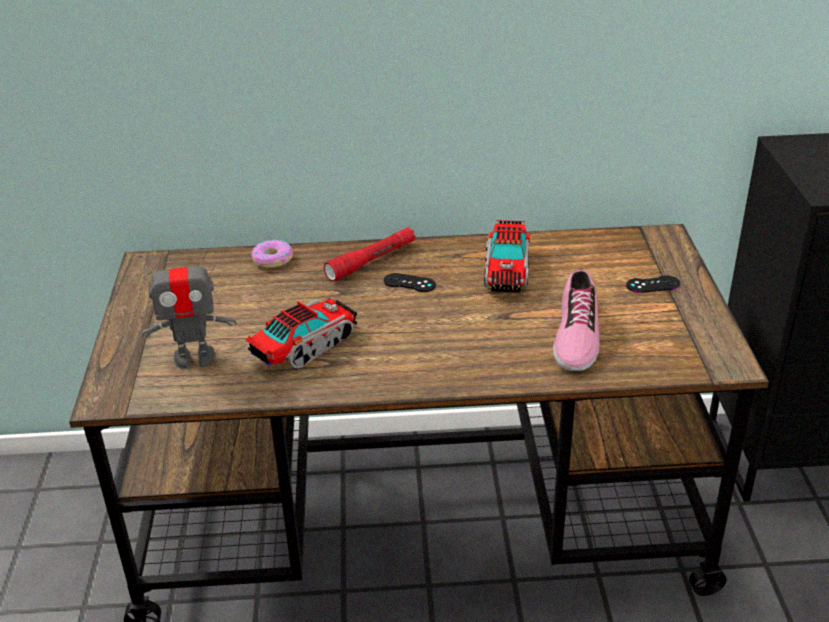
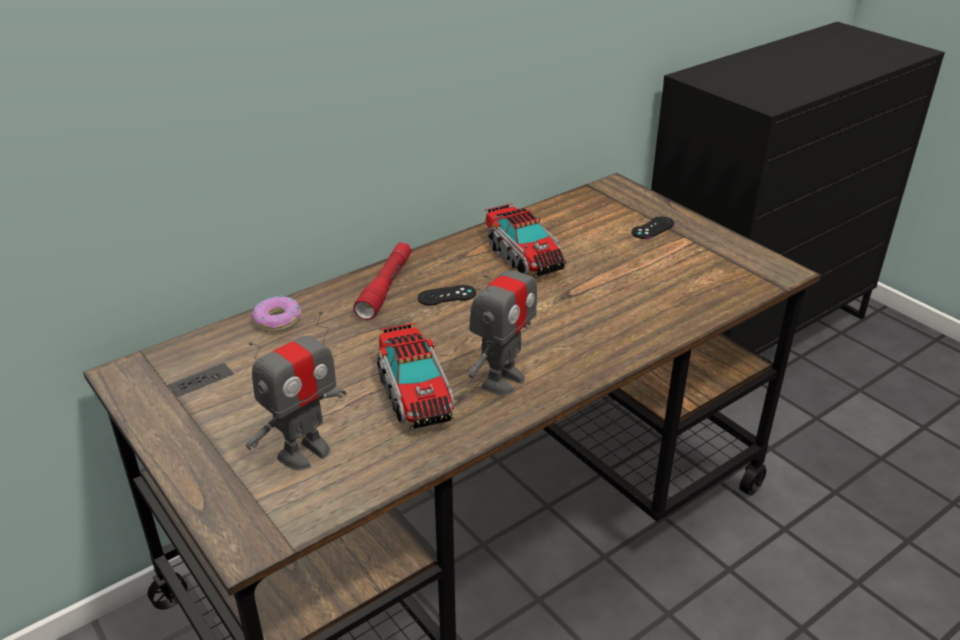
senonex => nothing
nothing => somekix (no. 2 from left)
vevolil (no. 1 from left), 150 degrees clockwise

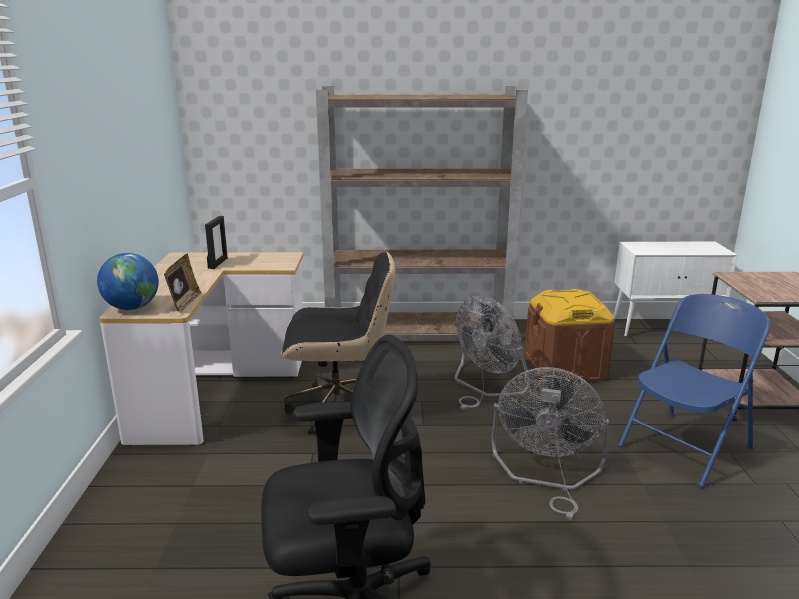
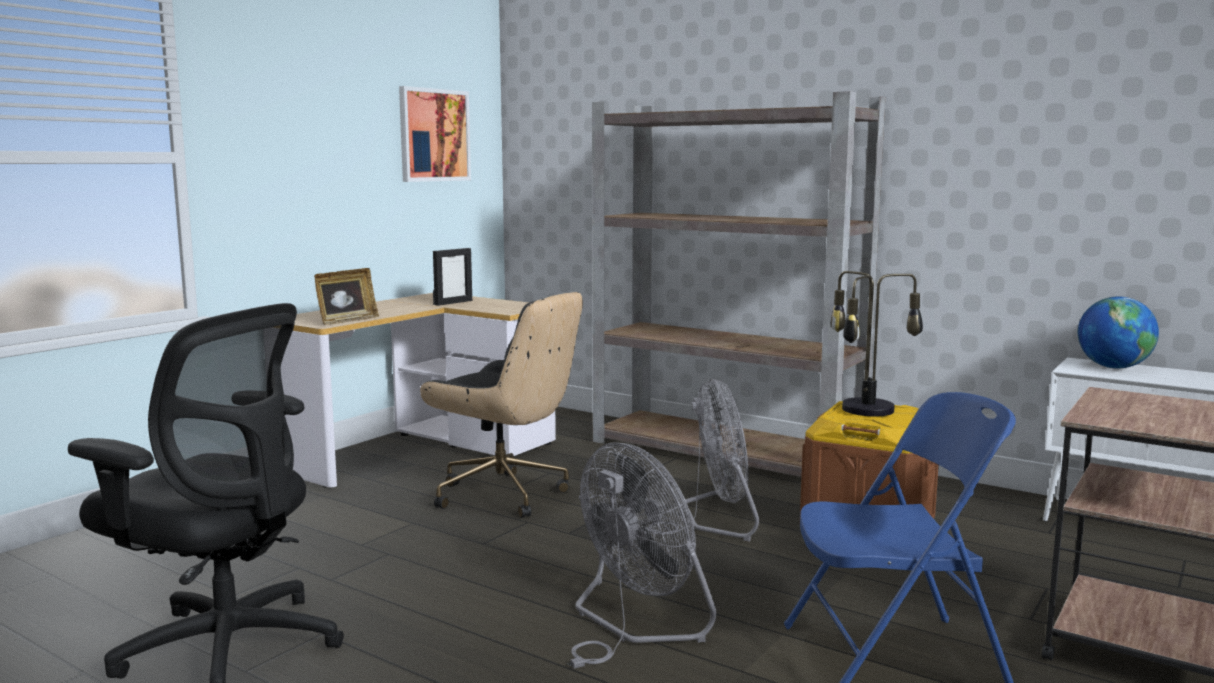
nothing => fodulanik
nothing => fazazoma
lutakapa, shifted

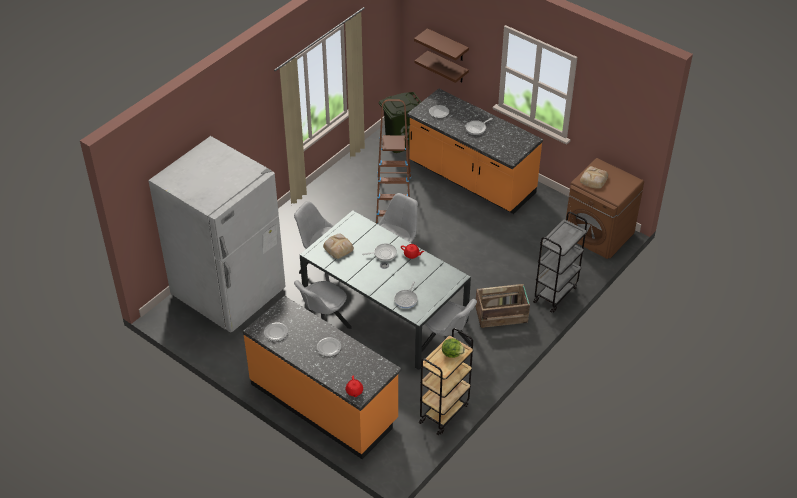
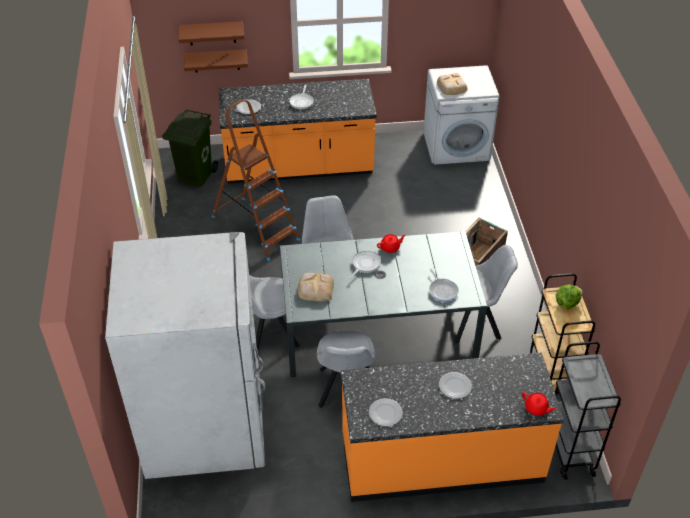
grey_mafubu, shifted
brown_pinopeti => white_pinopeti

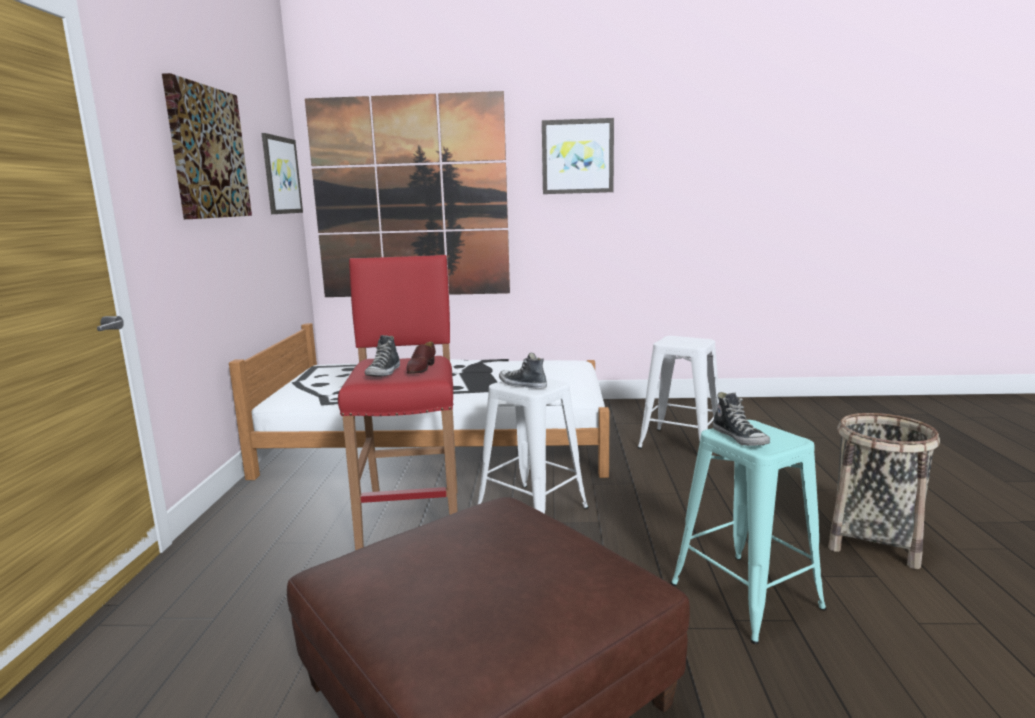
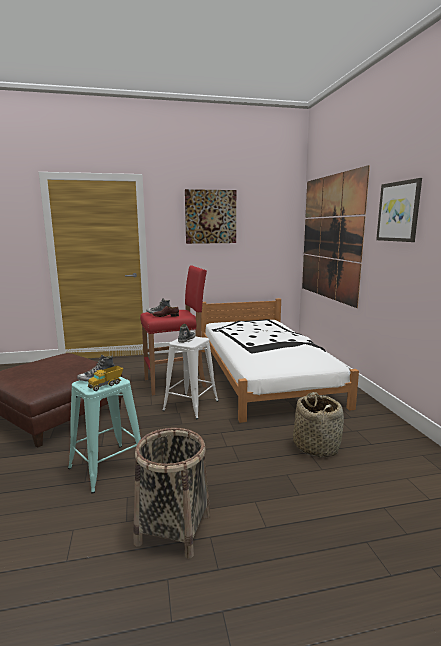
fodulanik (no. 2 from left) => nothing
nothing => vevolil
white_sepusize (no. 2 from left) => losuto (no. 2 from left)

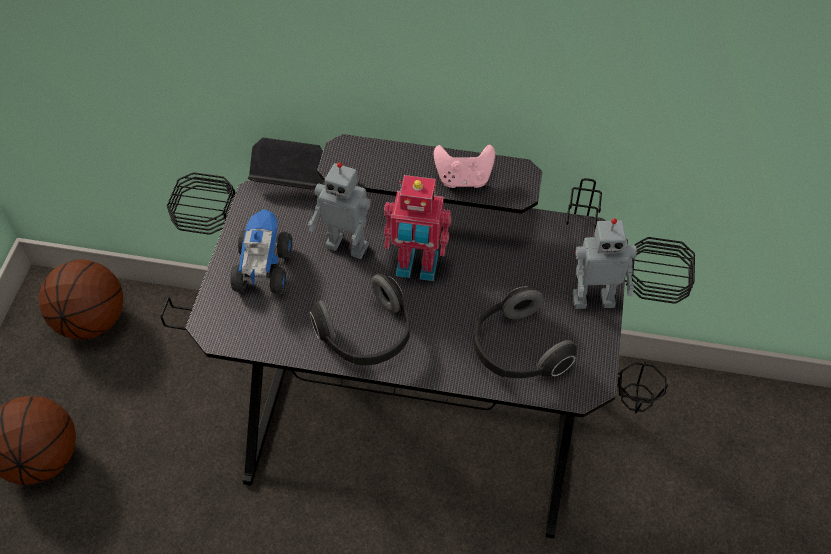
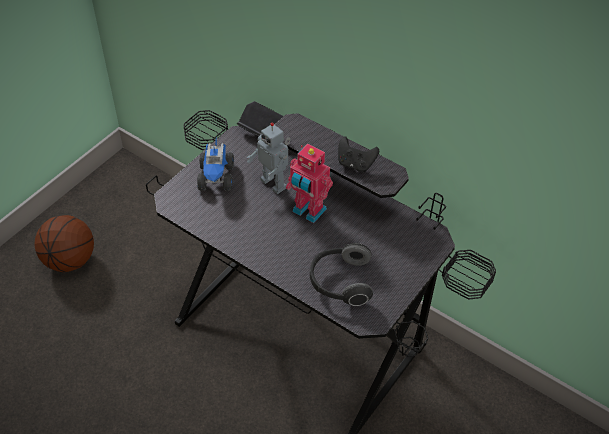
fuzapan (no. 2 from left) => nothing
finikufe (no. 1 from left) => nothing
somekix (no. 3 from left) => nothing
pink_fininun => black_fininun
vevolil, 150 degrees clockwise

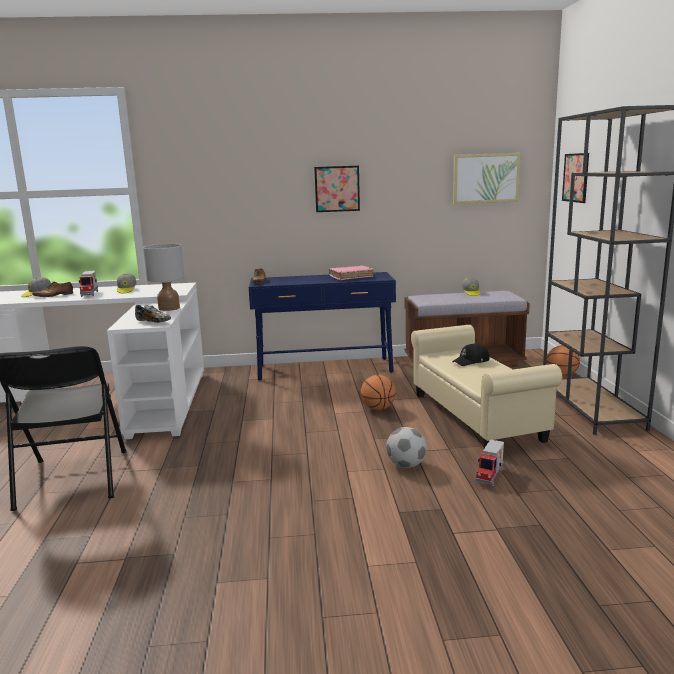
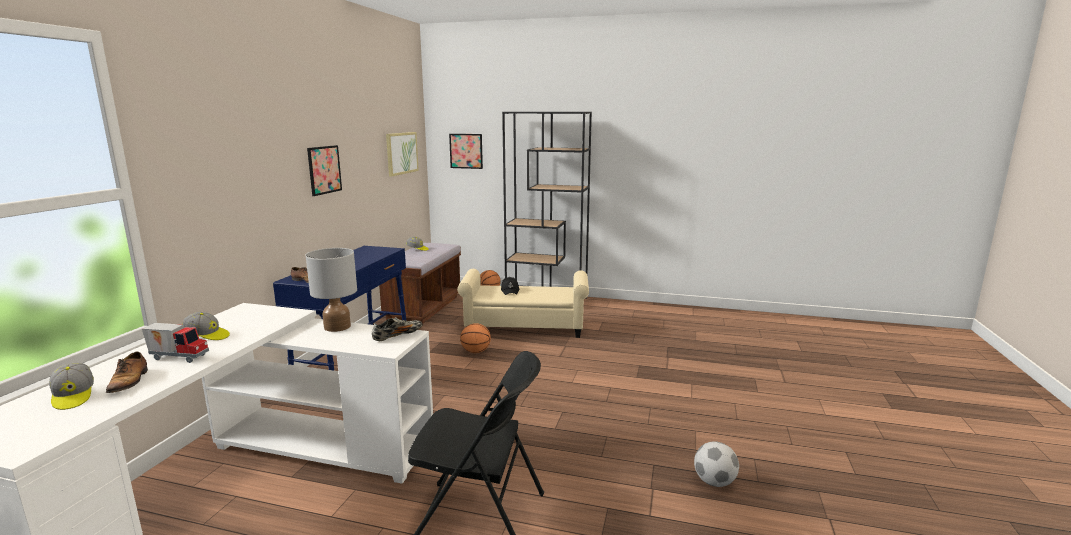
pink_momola => nothing
vevolil (no. 2 from left) => nothing
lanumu, shifted

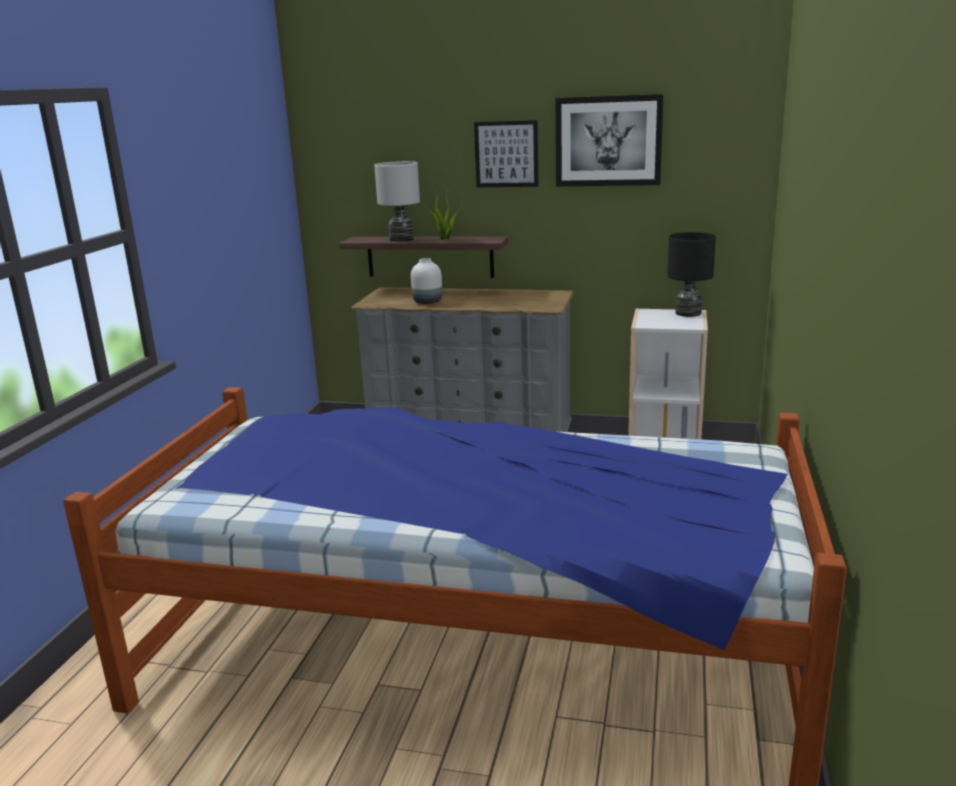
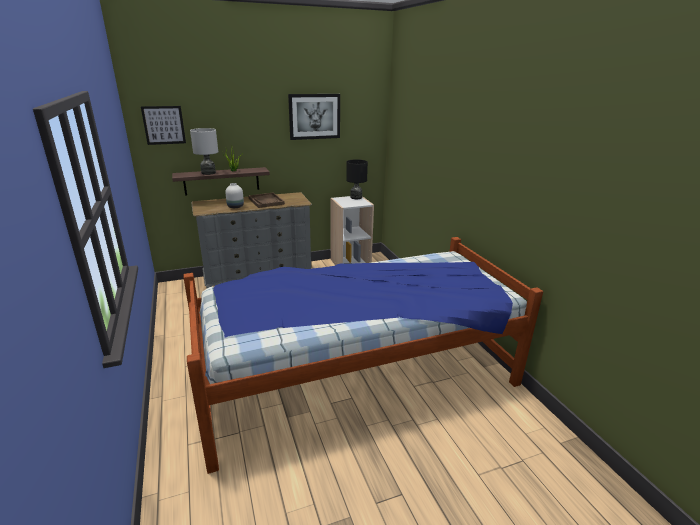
nothing => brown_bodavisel
fodulanik (no. 1 from left), shifted

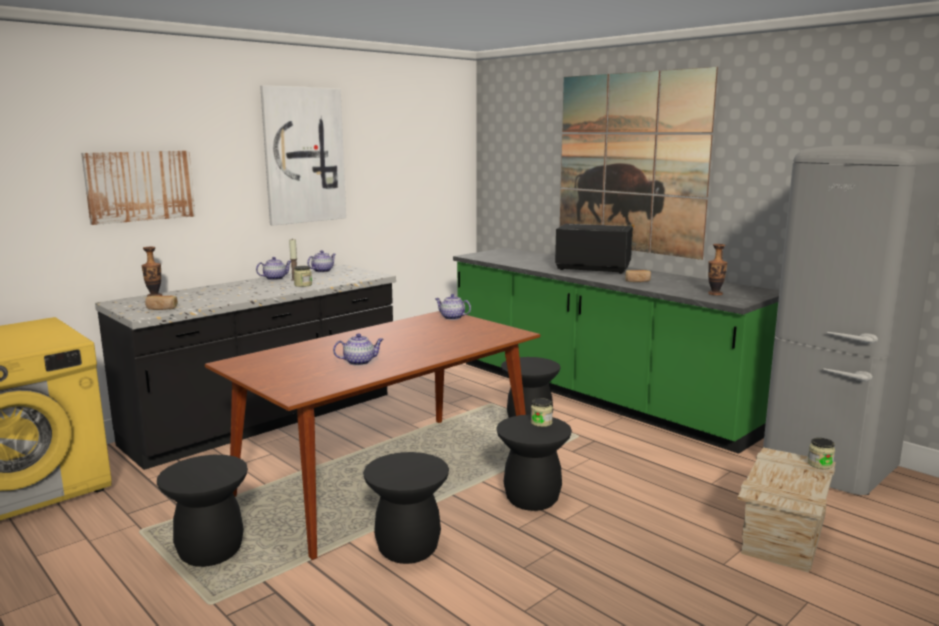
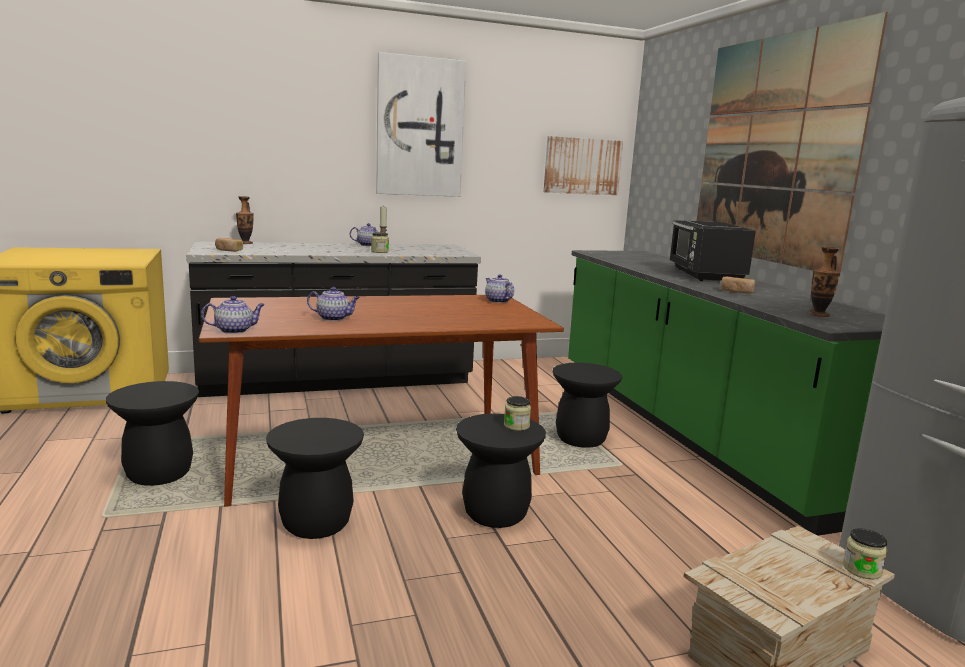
fodulanik (no. 1 from left in the first image) => fodulanik (no. 2 from left), shifted
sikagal (no. 2 from left in the first image) => sikagal (no. 1 from left), shifted
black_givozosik, 135 degrees counterclockwise

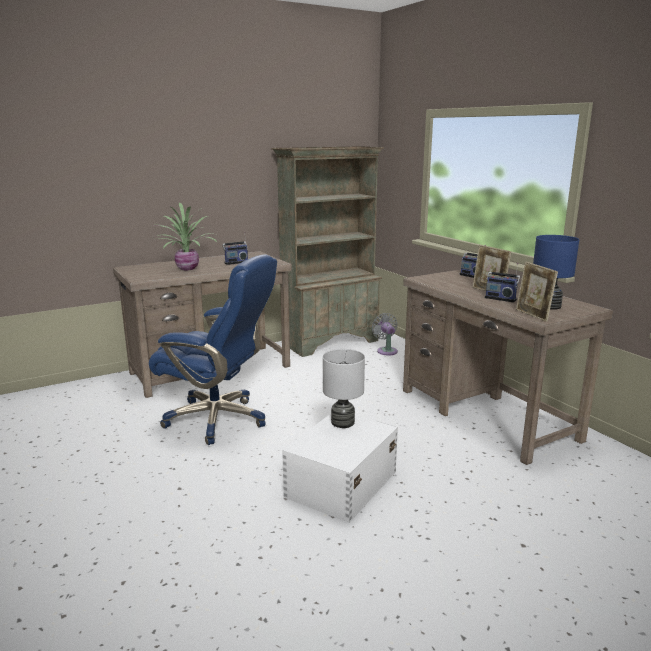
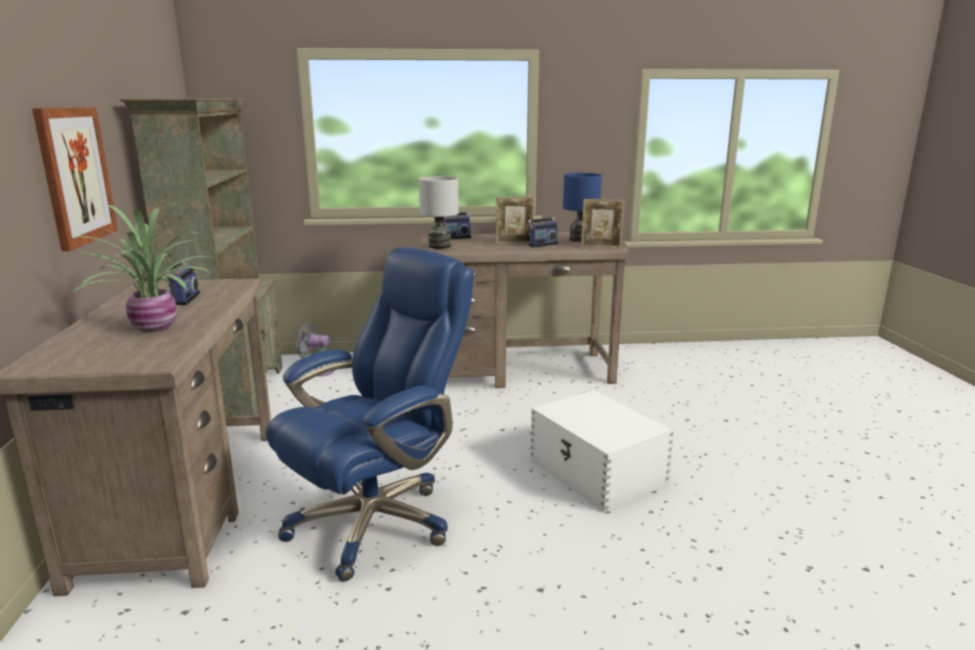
nothing => fodulanik
grey_fazazoma, shifted

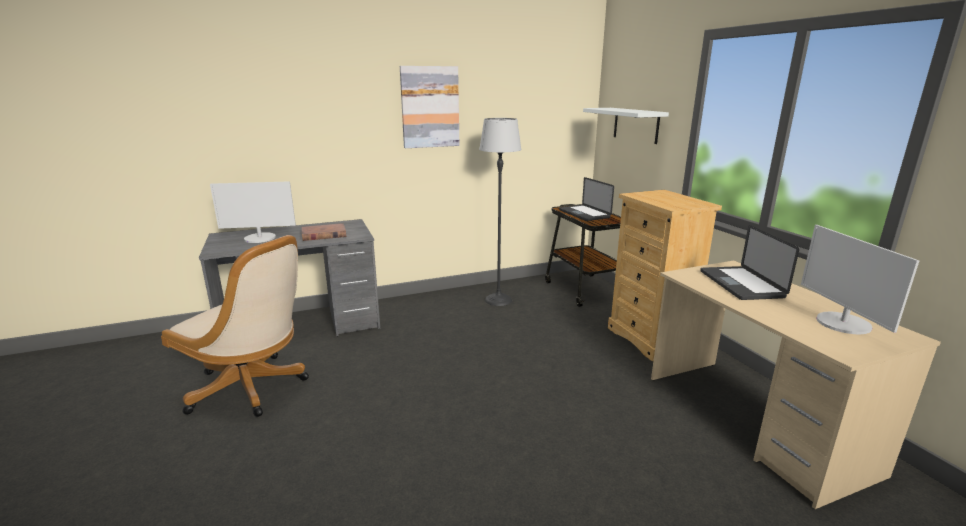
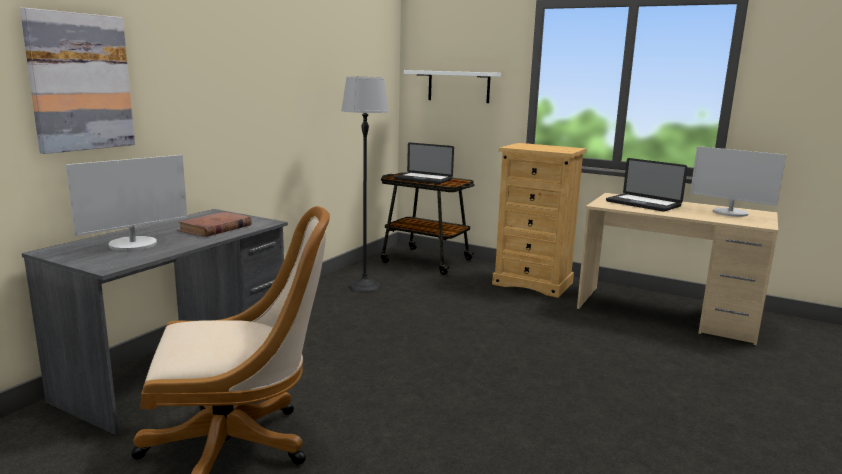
fodulanik, shifted

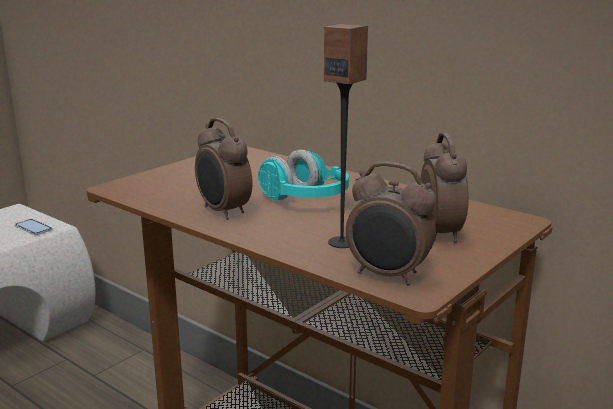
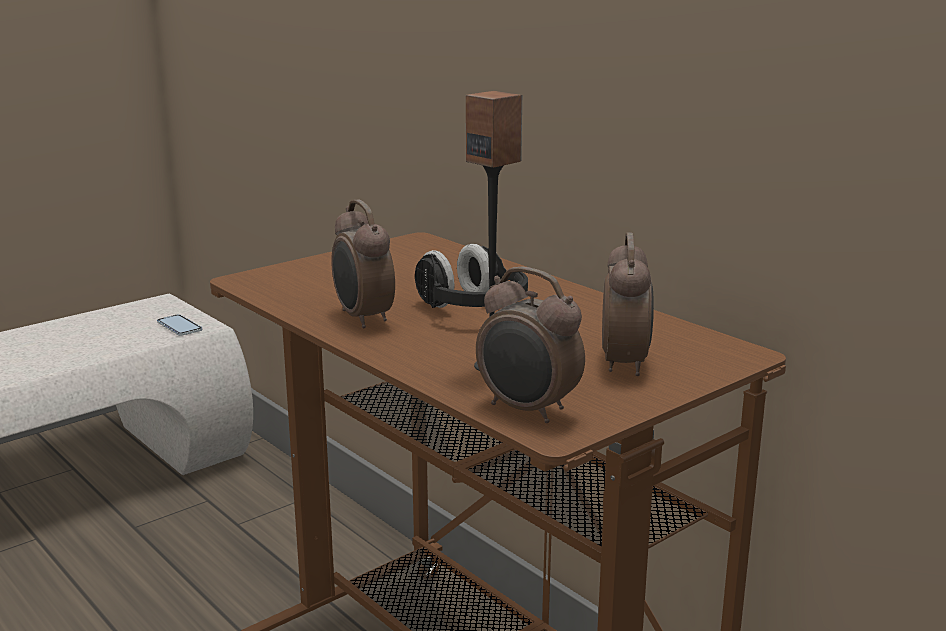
turquoise_finikufe => black_finikufe

